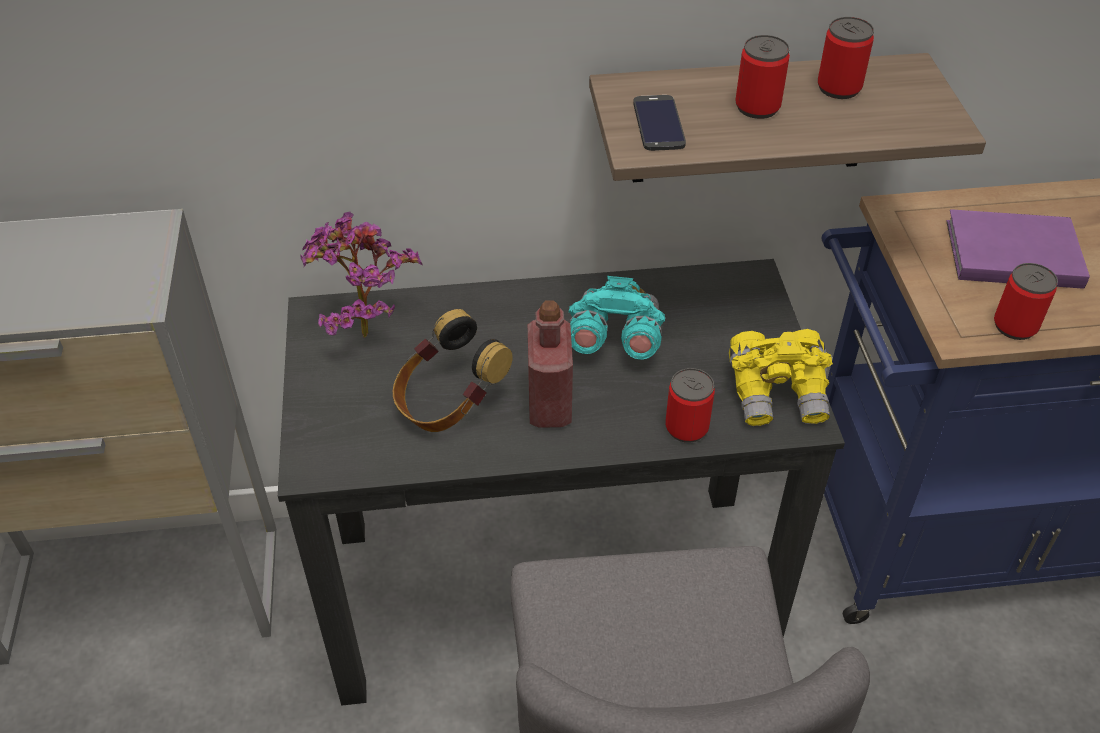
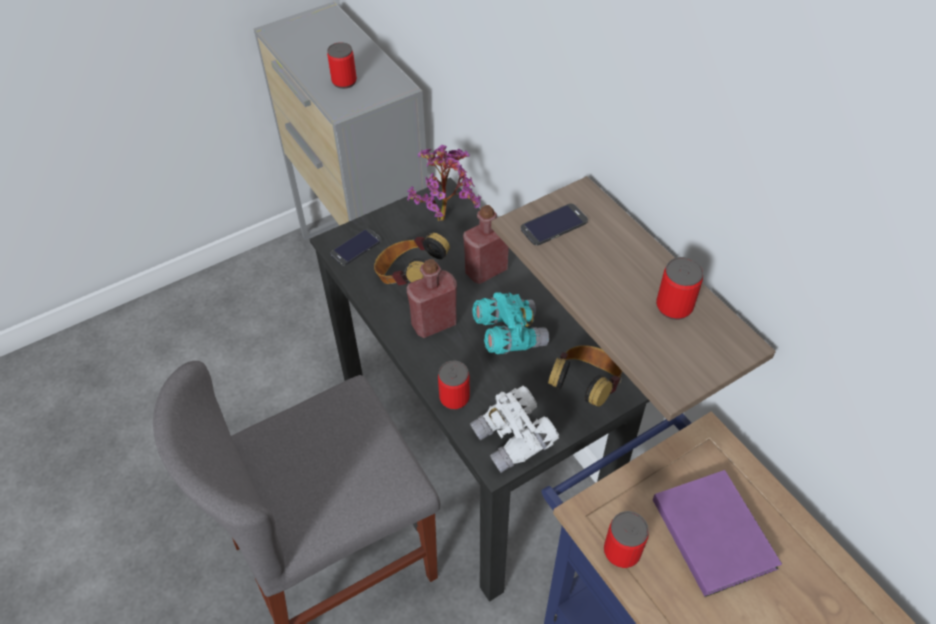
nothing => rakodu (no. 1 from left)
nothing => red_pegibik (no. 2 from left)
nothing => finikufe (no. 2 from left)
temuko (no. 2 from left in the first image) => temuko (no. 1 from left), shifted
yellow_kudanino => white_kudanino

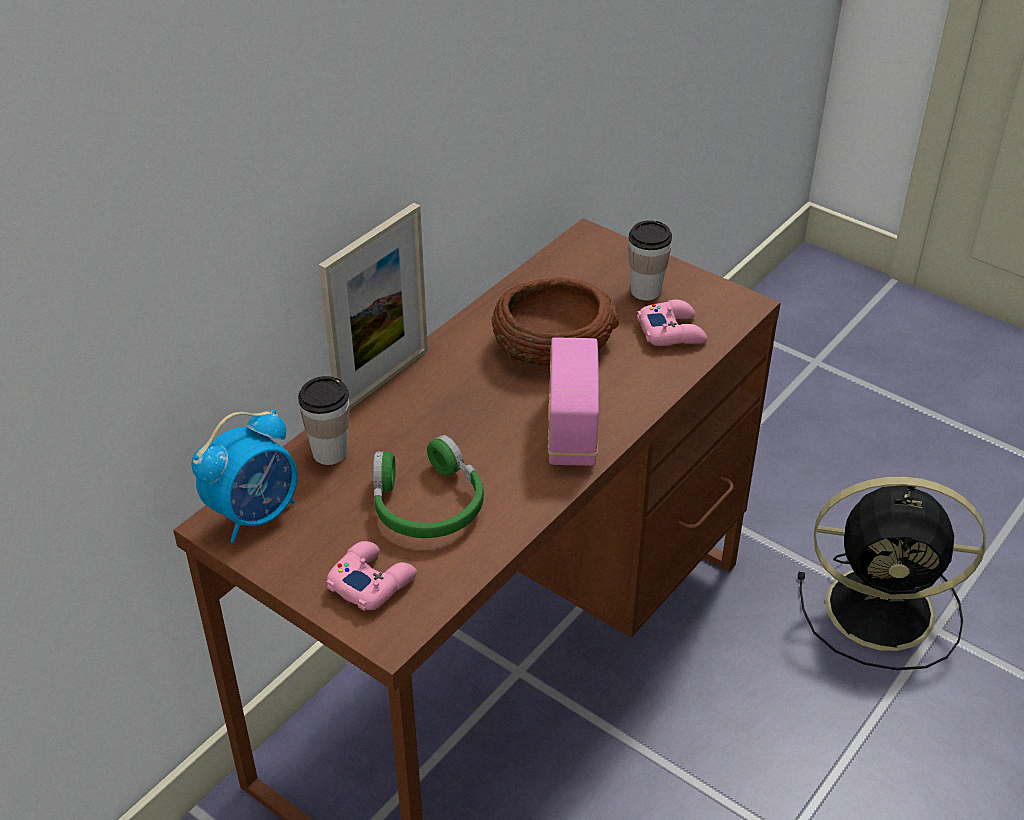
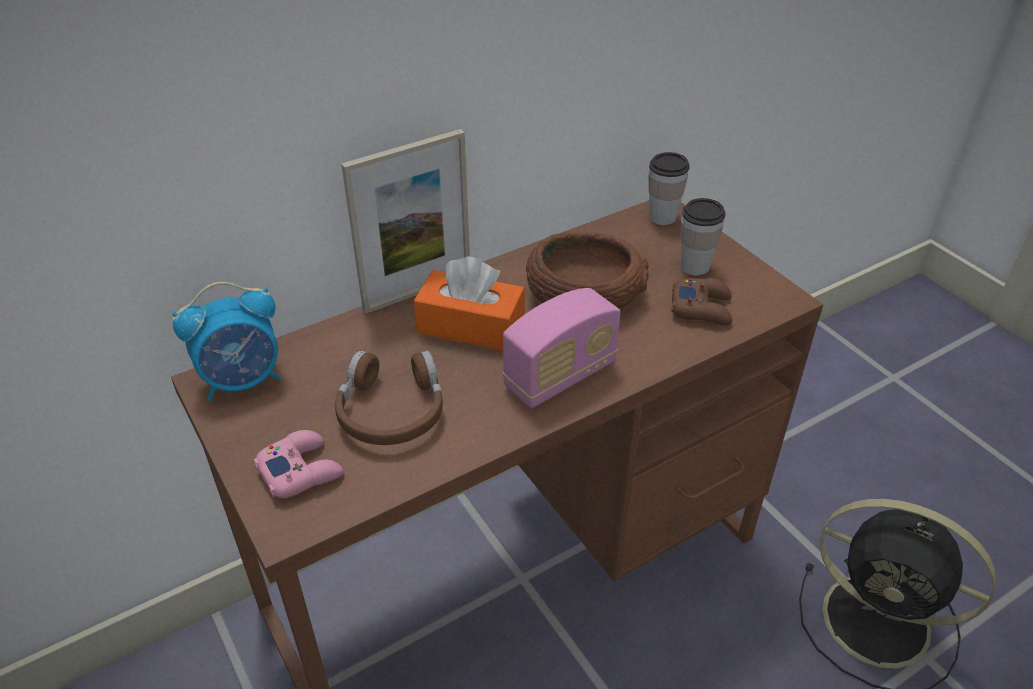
nothing => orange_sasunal
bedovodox (no. 1 from left), shifted
green_finikufe => brown_finikufe
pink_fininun (no. 2 from left) => brown_fininun
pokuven, 150 degrees counterclockwise

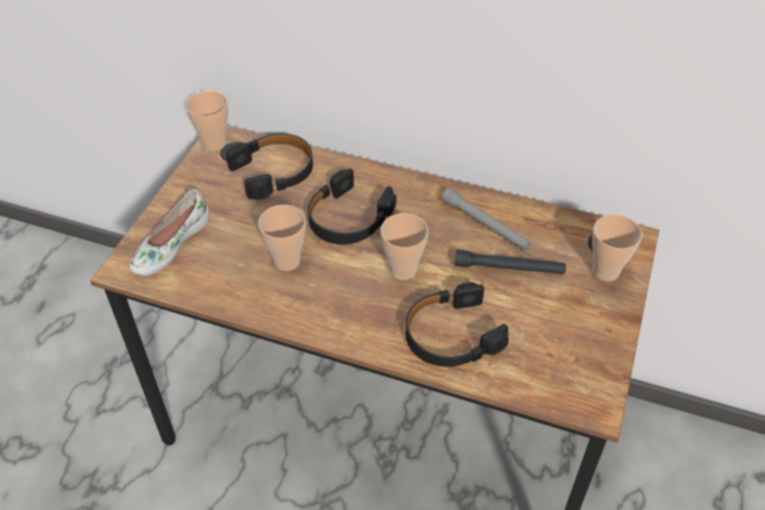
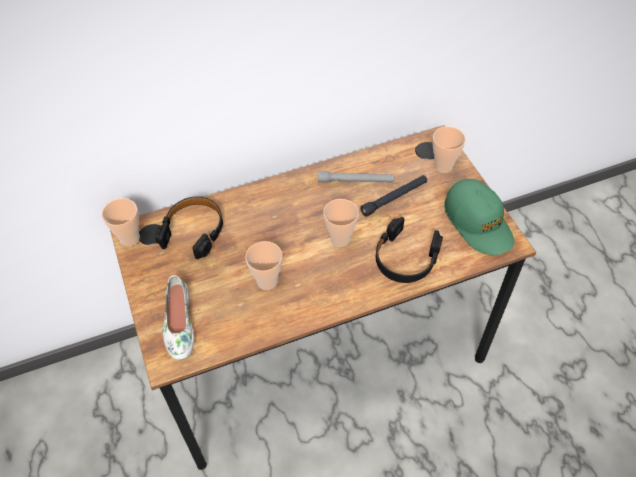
black_finikufe (no. 2 from left) => nothing
nothing => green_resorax

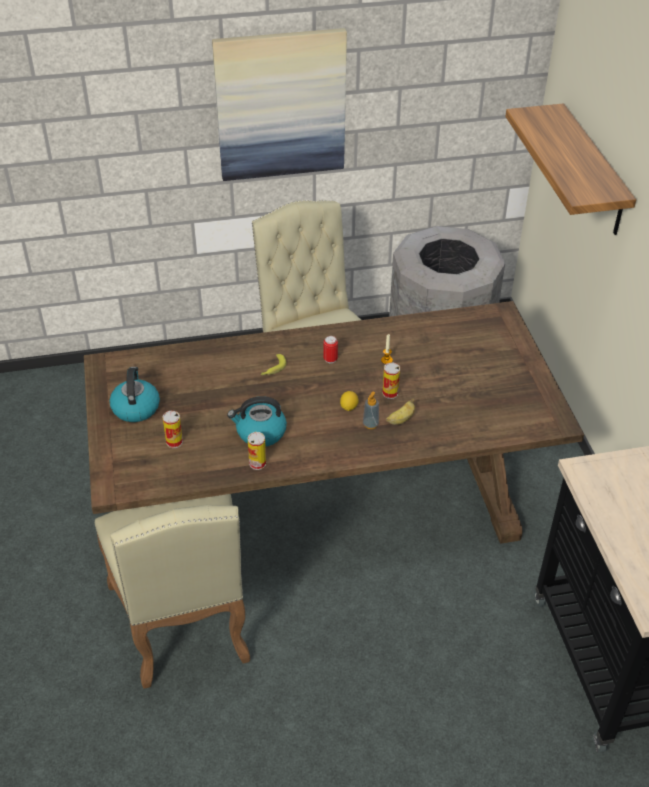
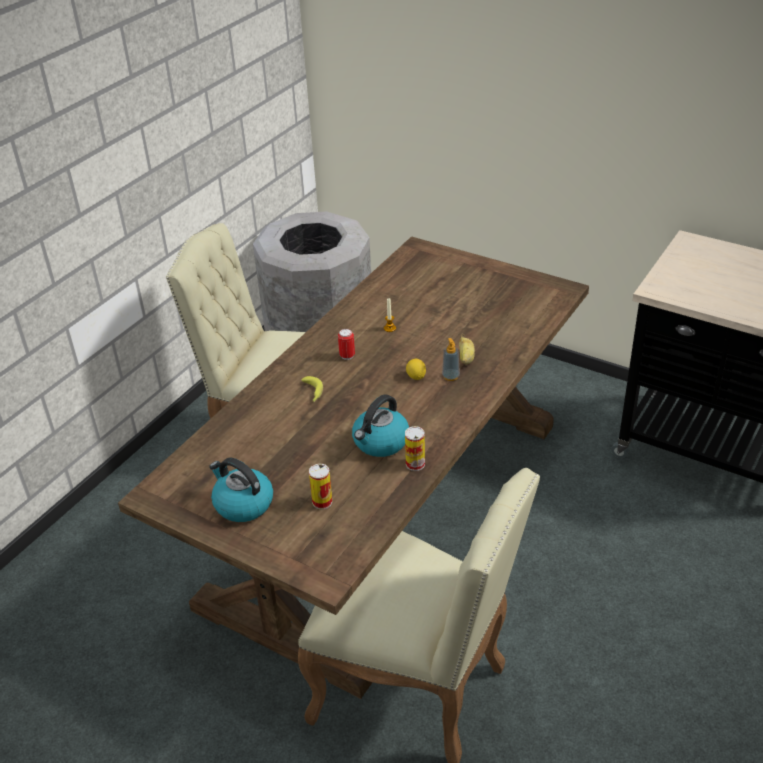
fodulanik => nothing
temuko (no. 4 from left) => nothing
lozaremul => nothing

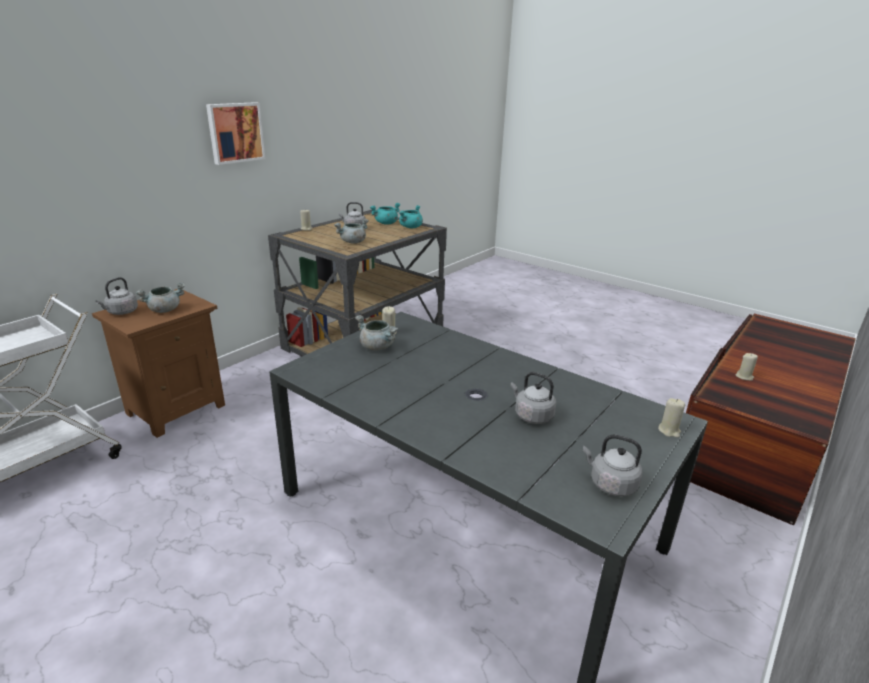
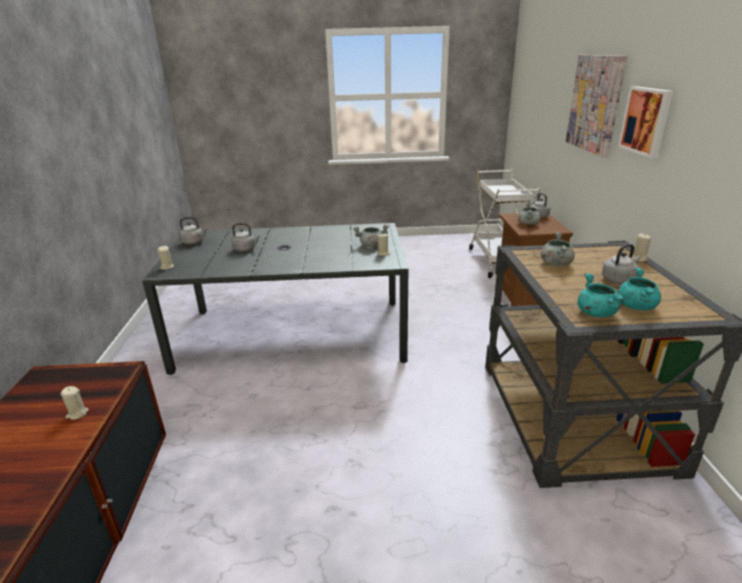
nothing => fodulanik (no. 1 from left)

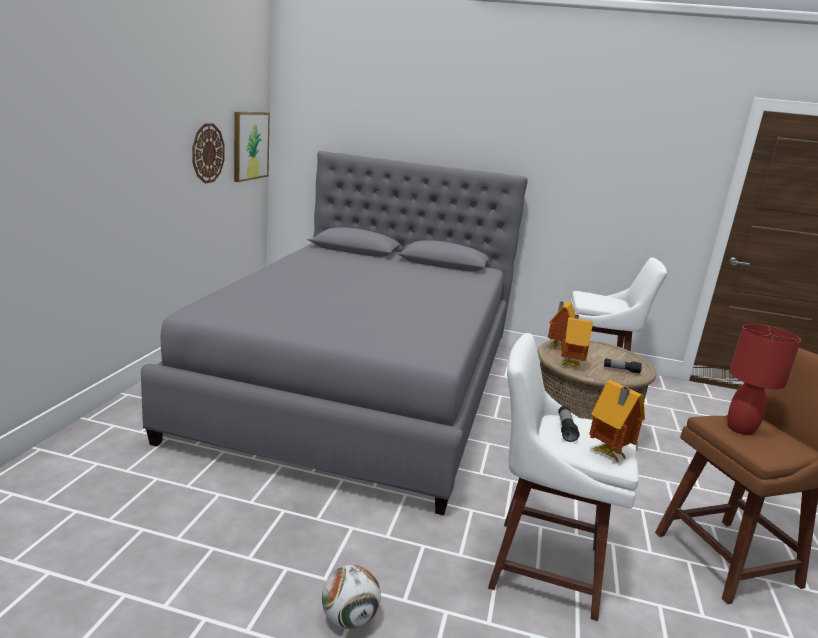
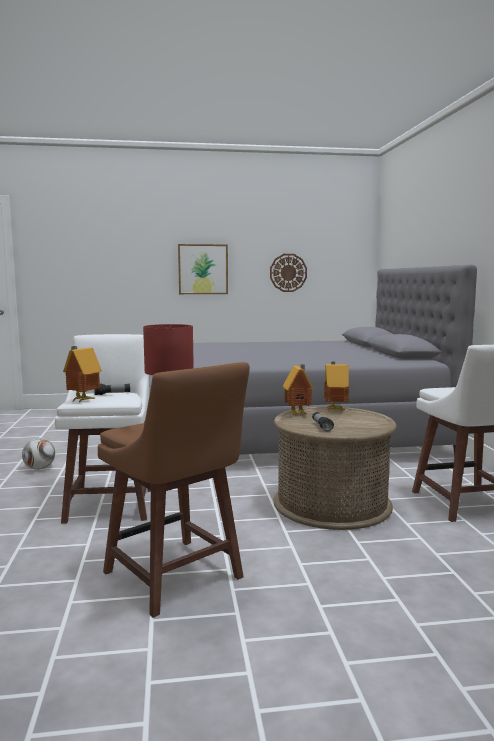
fodulanik, shifted

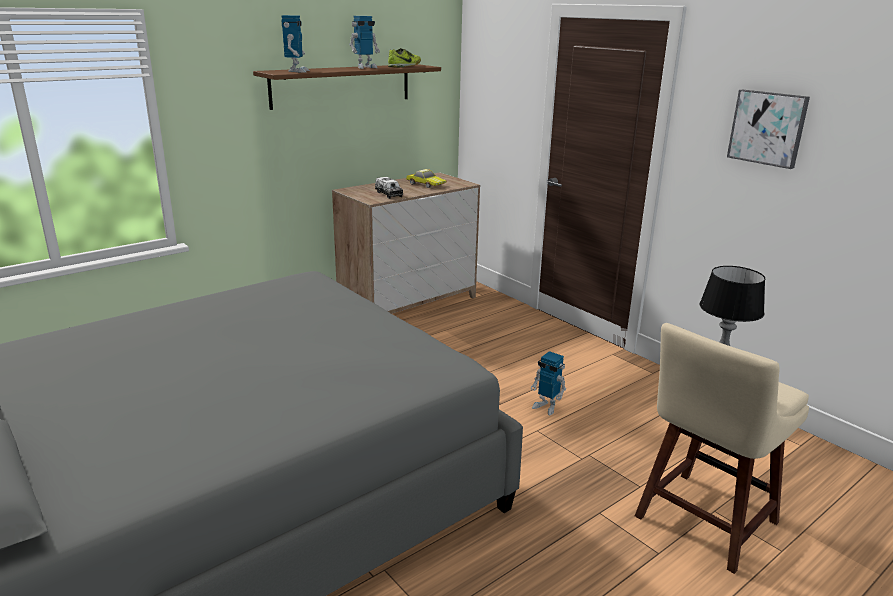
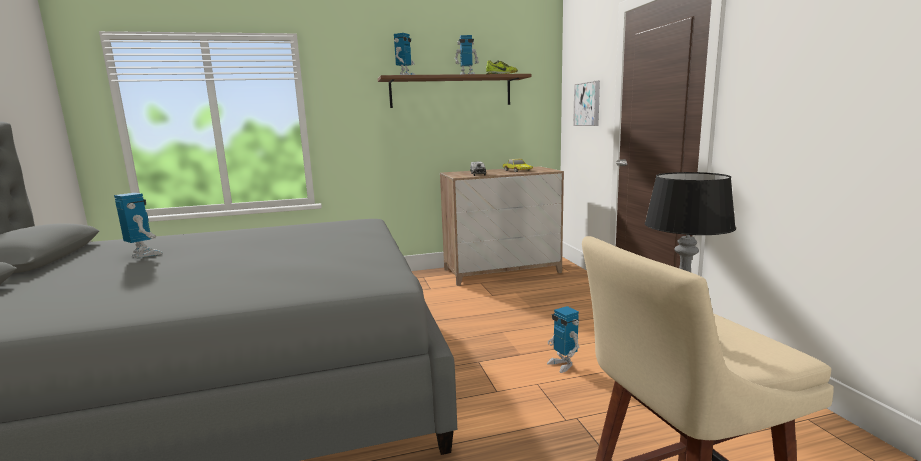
nothing => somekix (no. 1 from left)
fodulanik, shifted

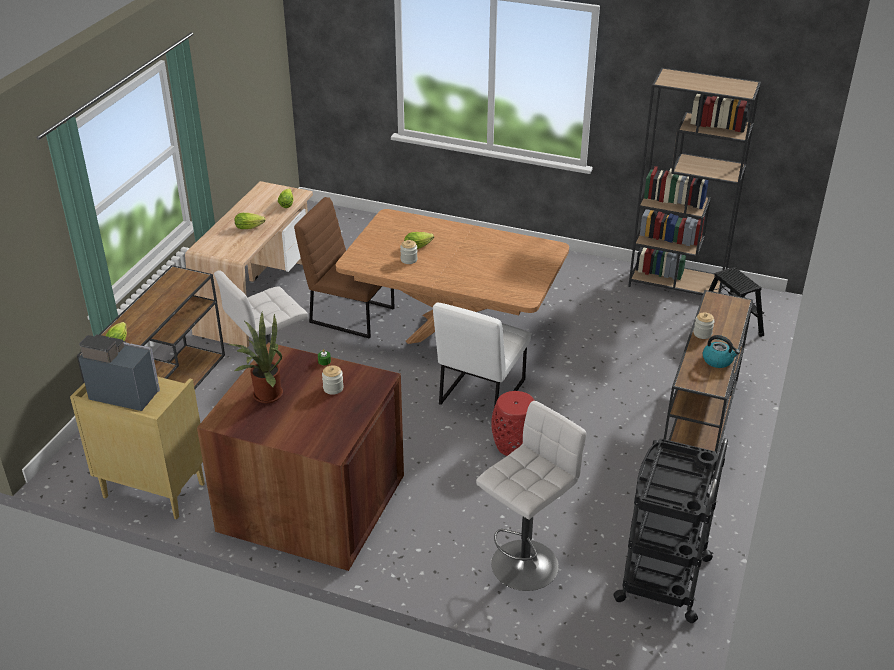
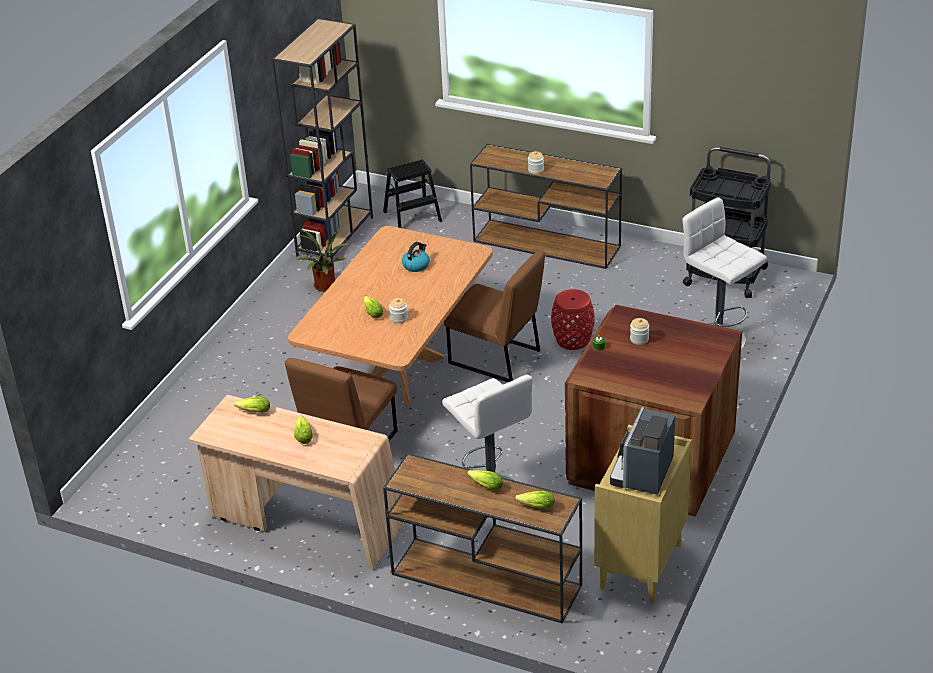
nothing => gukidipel (no. 4 from left)
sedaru, shifted
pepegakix, shifted
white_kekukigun => brown_kekukigun (no. 2 from left)

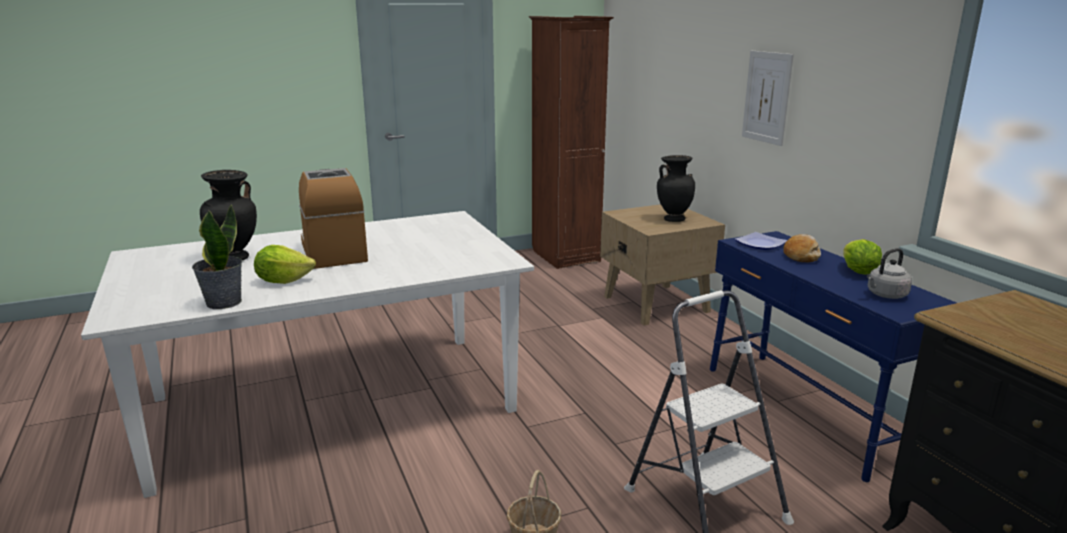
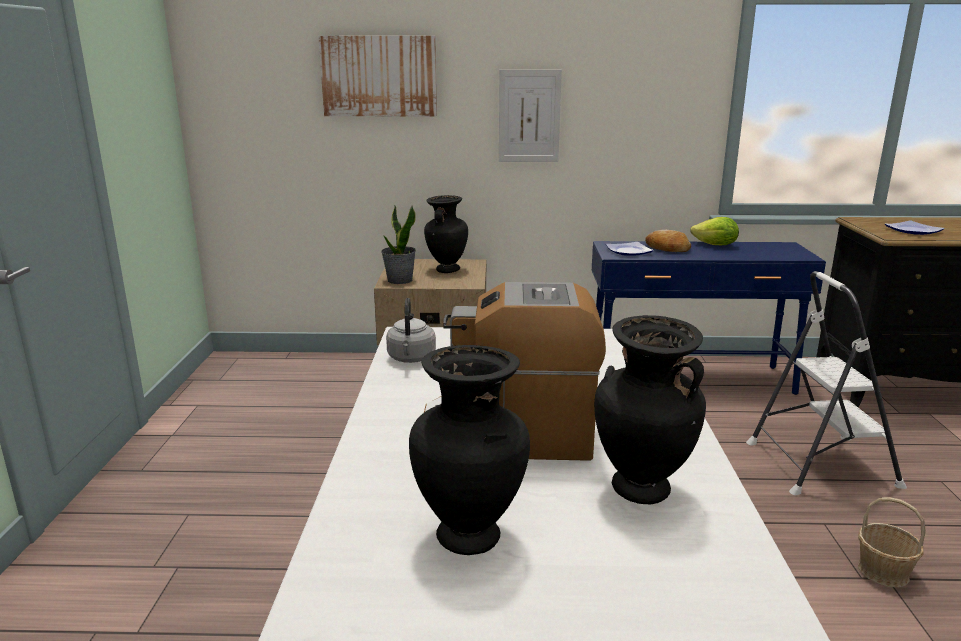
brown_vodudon => nothing
nothing => fodulanik (no. 1 from left)
nothing => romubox (no. 2 from left)
sedaru, shifted
grey_pepegakix, shifted
gukidipel (no. 1 from left) => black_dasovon (no. 3 from left)

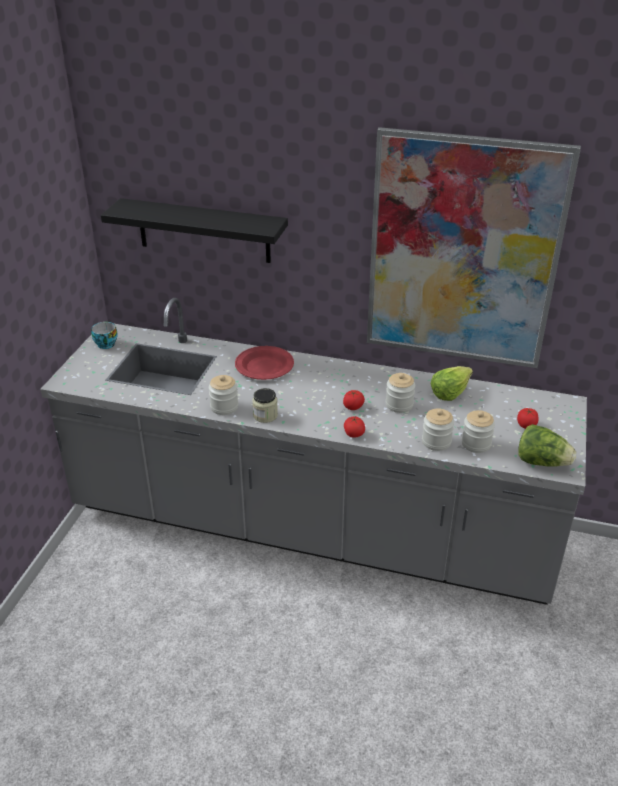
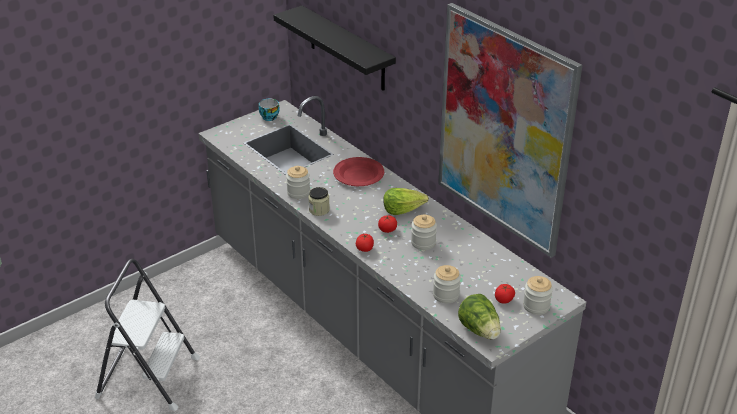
nothing => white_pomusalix
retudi (no. 4 from left in the first image) => retudi (no. 5 from left), shifted
gukidipel (no. 1 from left), shifted

